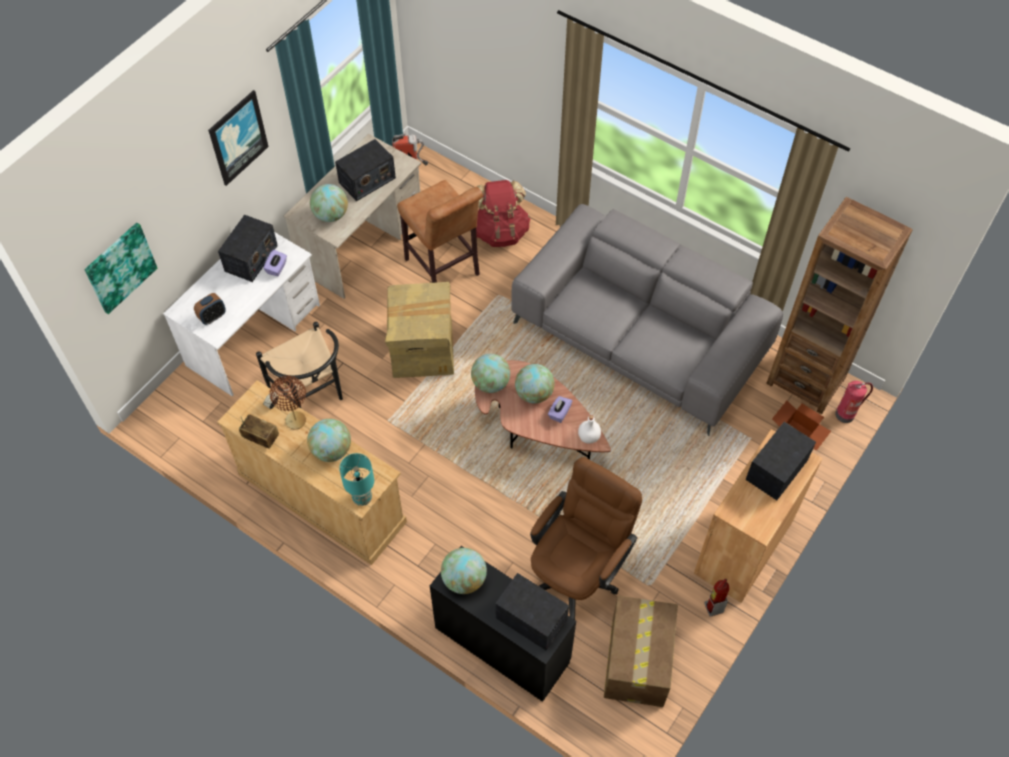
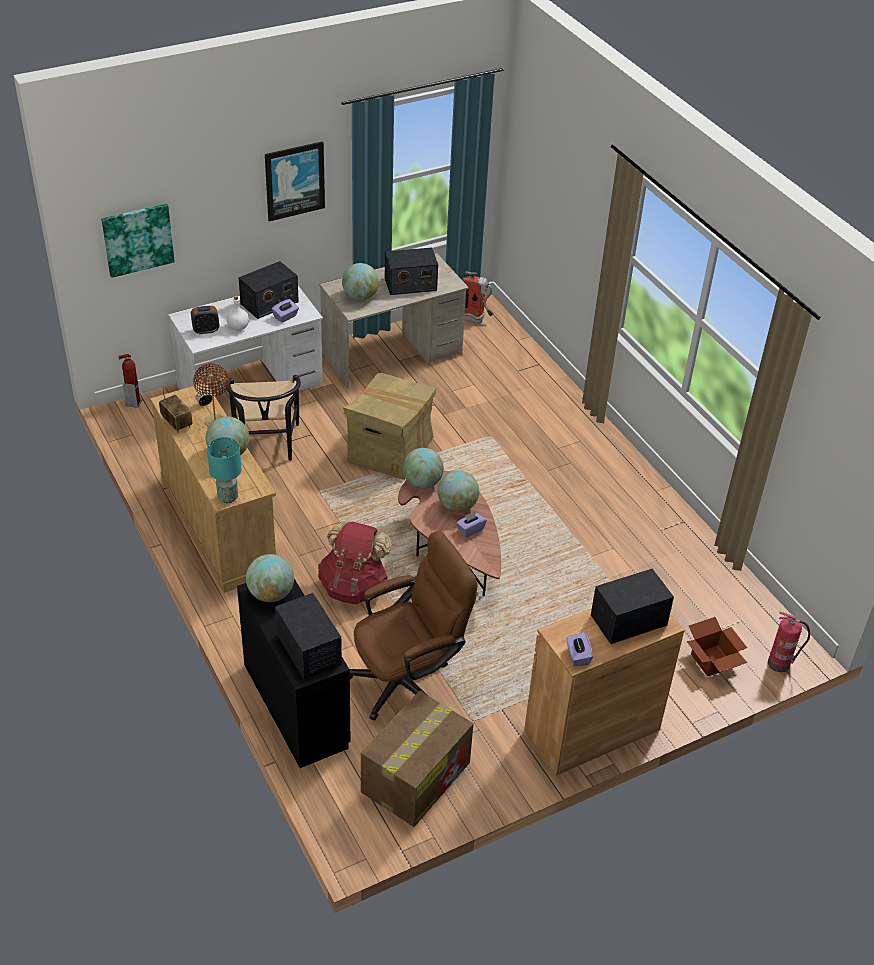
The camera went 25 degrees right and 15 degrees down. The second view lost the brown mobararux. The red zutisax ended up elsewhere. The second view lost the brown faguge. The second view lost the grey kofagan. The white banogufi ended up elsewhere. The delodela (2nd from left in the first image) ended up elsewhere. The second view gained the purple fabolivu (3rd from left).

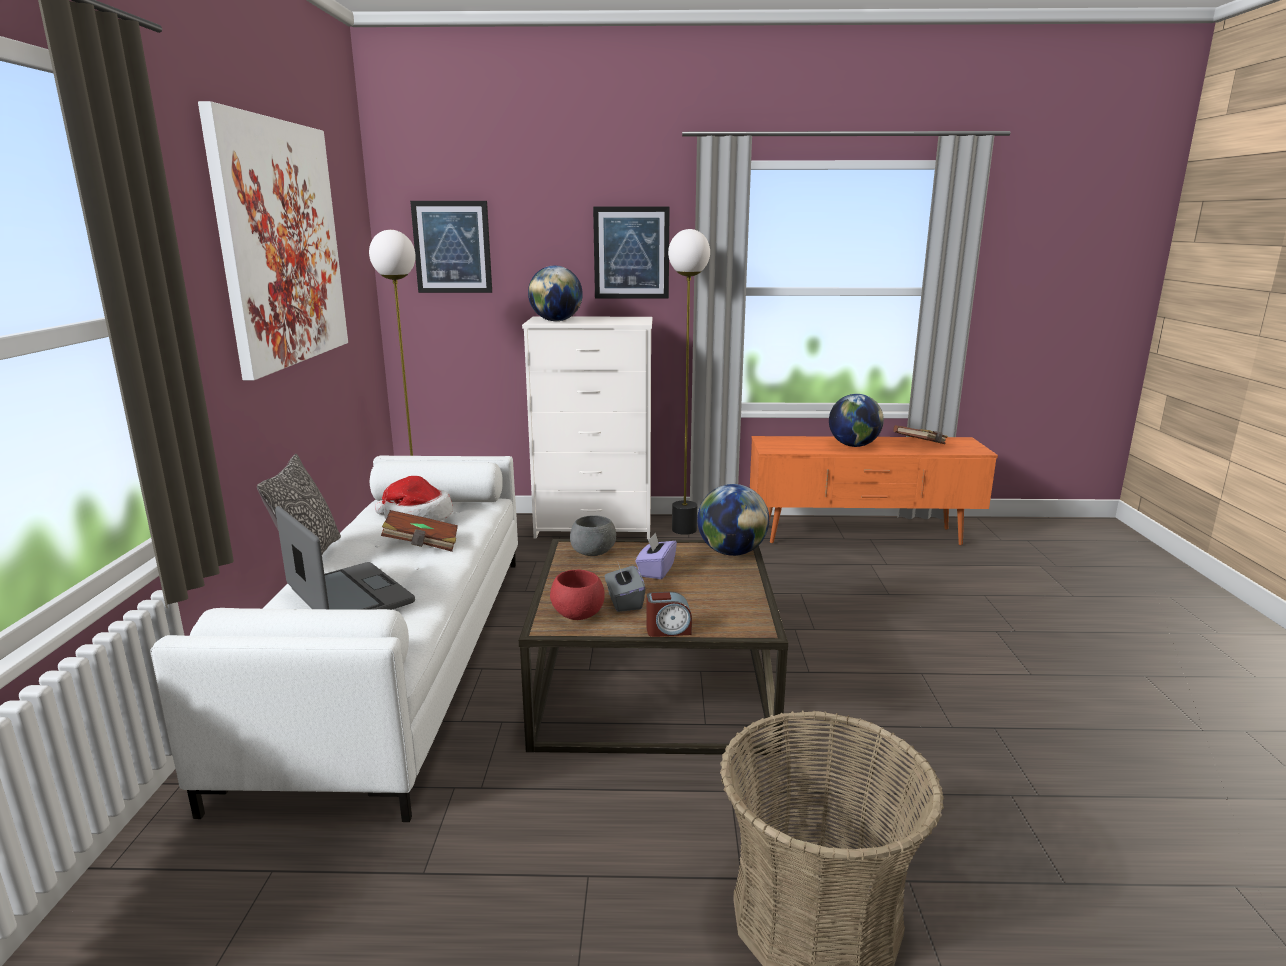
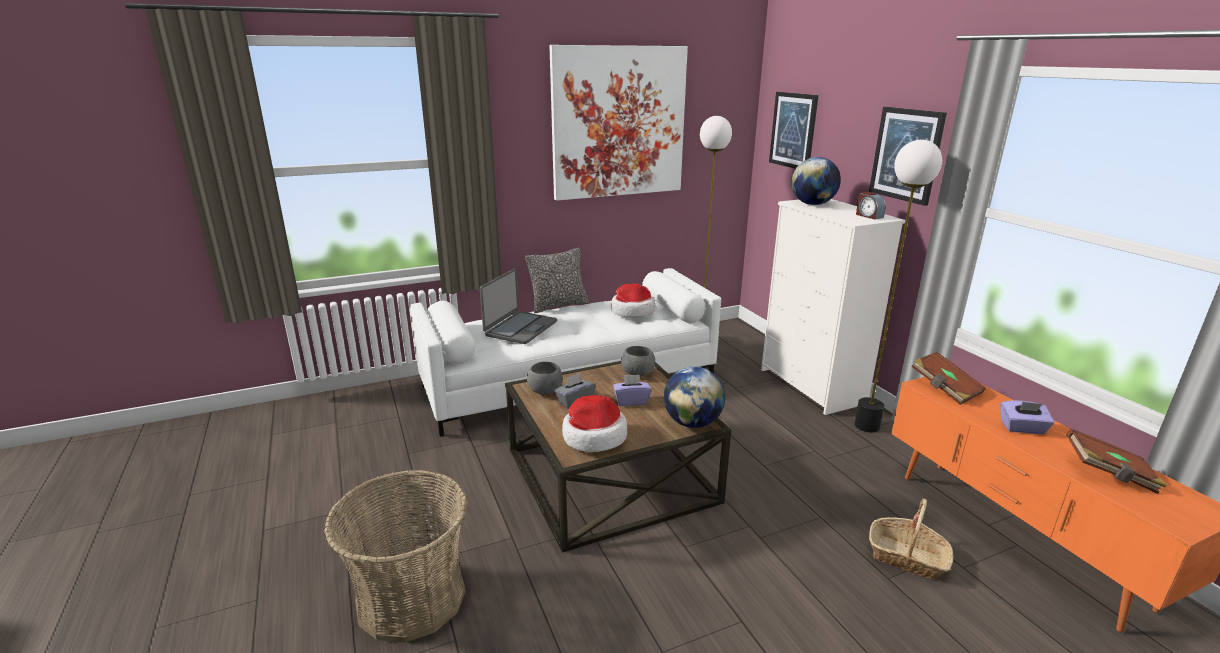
The camera went 65 degrees right and 5 degrees up. Where the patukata (3rd from left) stood, the purple fabolivu (2nd from left) came to stand. The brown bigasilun (1st from left) ended up elsewhere. What was the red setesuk turned into the grey setesuk (1st from left). The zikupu ended up elsewhere. The second view gained the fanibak (1st from left). The second view gained the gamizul (2nd from left).

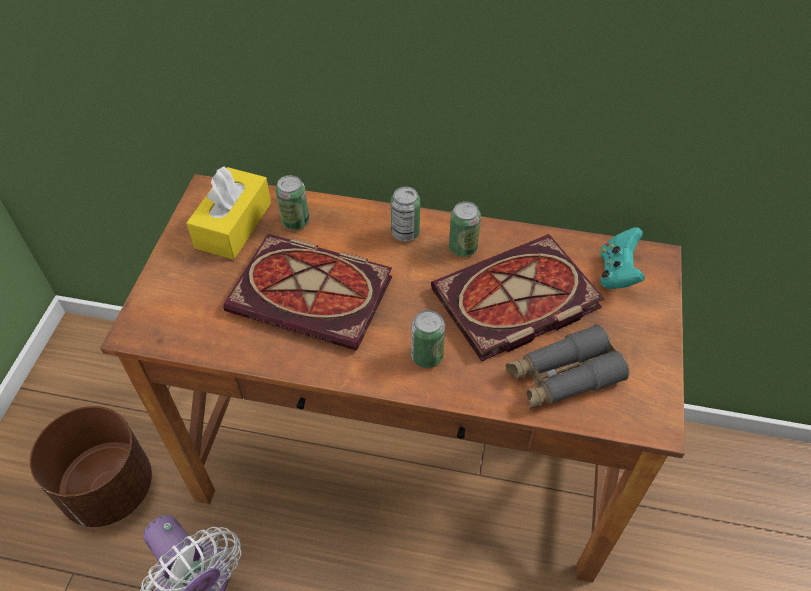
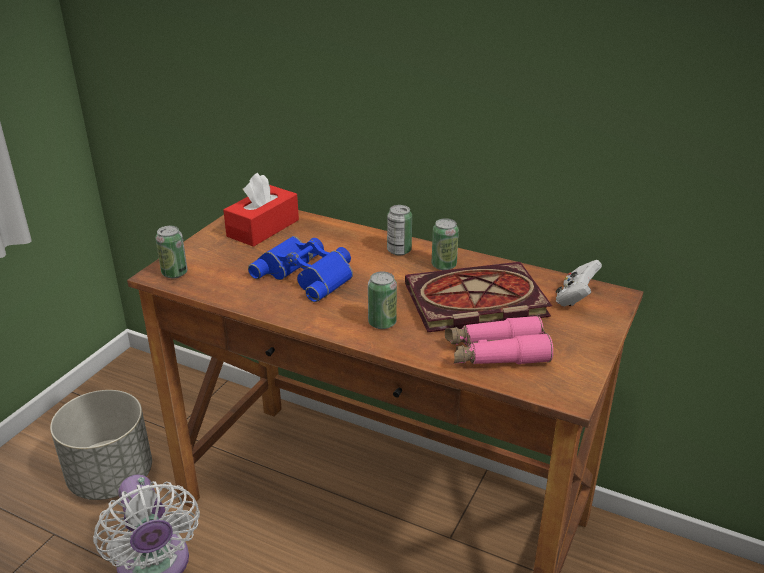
The camera went 15 degrees right and 20 degrees down. What was the yellow fabolivu turned into the red fabolivu. The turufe (1st from left) ended up elsewhere. What was the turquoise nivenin turned into the white nivenin. Where the bigasilun (1st from left) stood, the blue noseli came to stand. What was the grey noseli turned into the pink noseli. What was the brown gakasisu turned into the grey gakasisu.

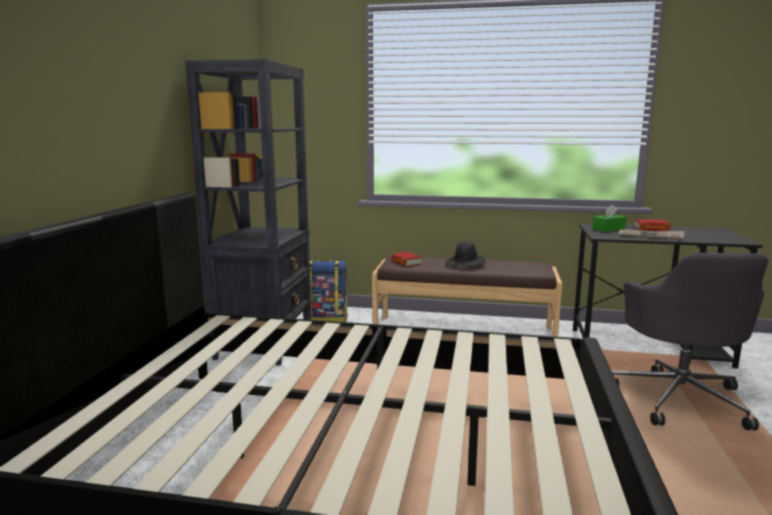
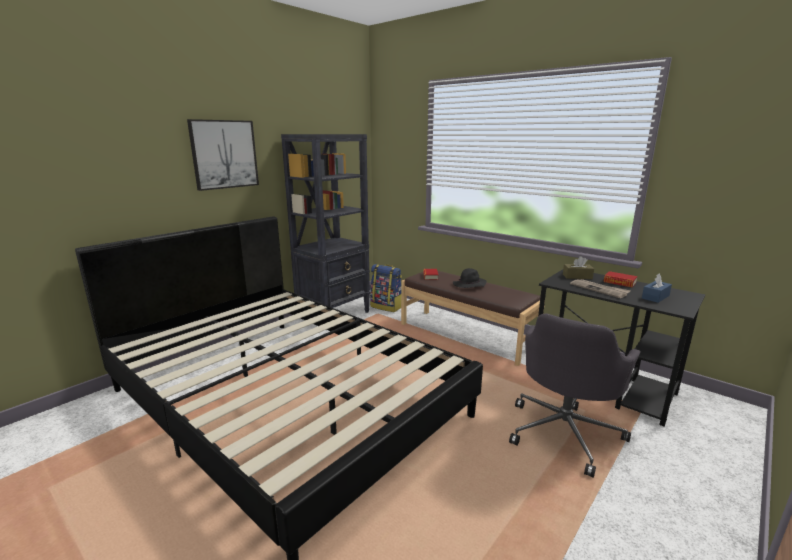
The camera went 30 degrees right and 5 degrees up. What was the green fabolivu turned into the brown fabolivu. The second view gained the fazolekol. The second view gained the blue fabolivu.

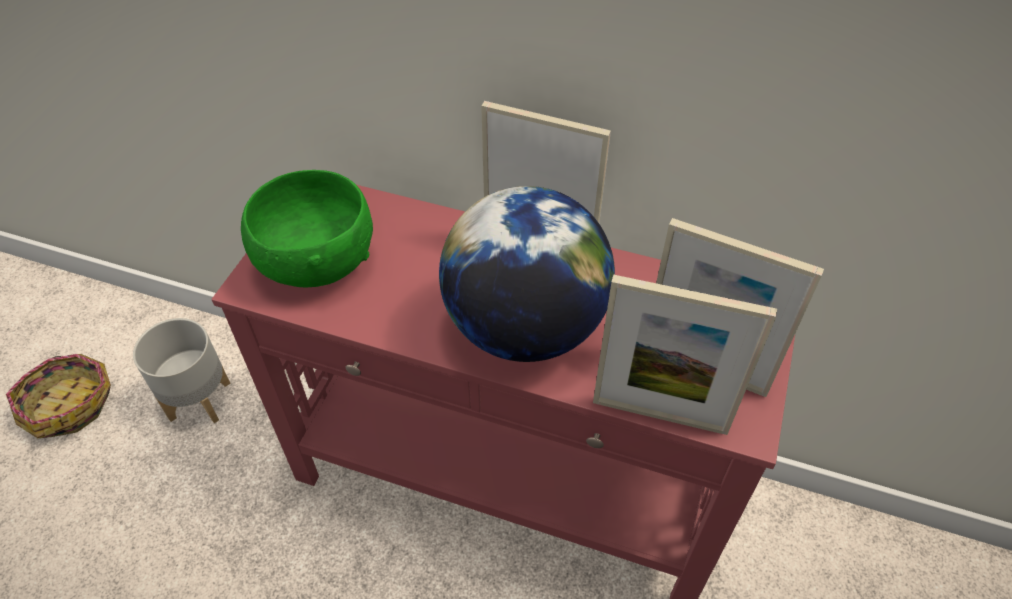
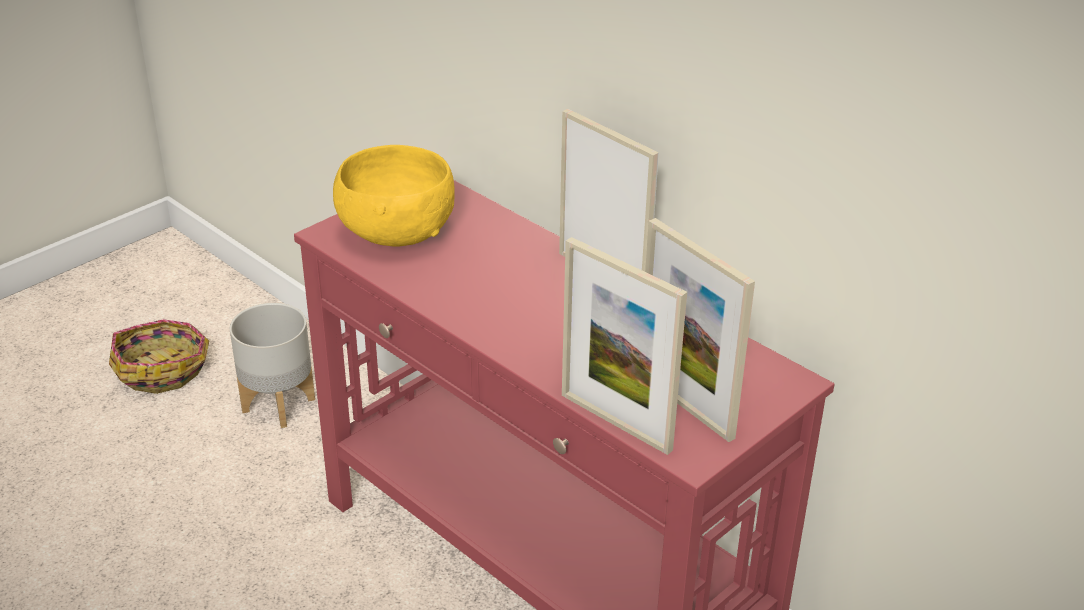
The camera went 25 degrees right and 15 degrees down. What was the green setesuk turned into the yellow setesuk. The second view lost the patukata.

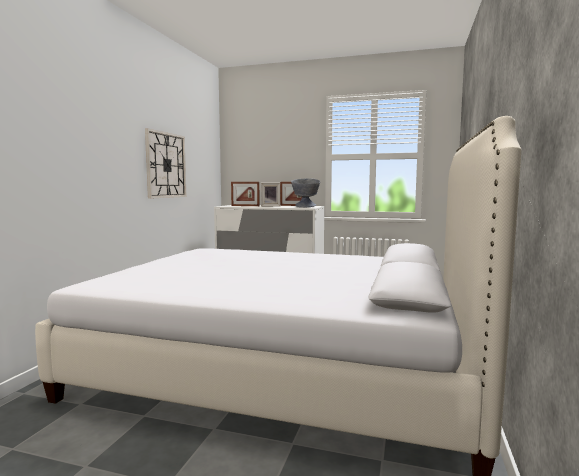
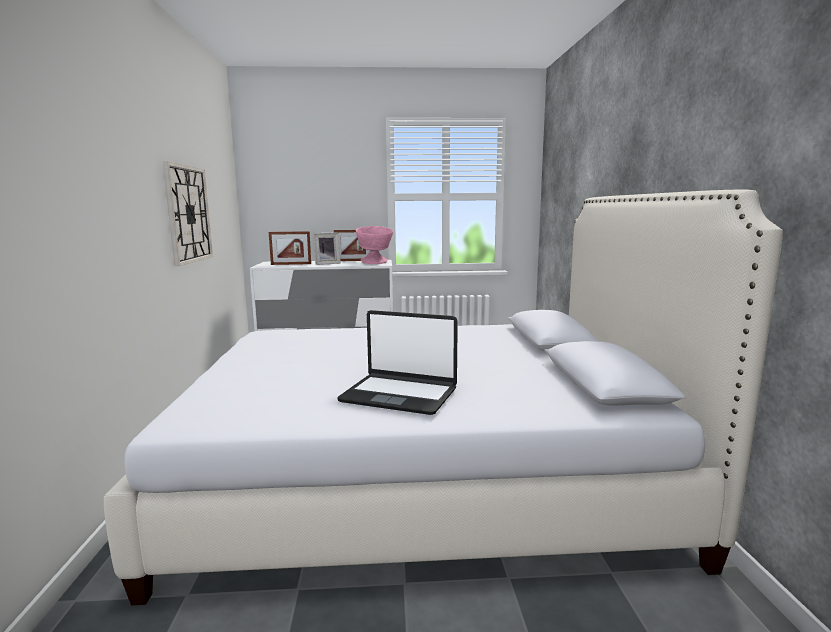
The camera went 20 degrees left and 5 degrees up. What was the grey setesuk turned into the pink setesuk. The second view gained the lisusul.

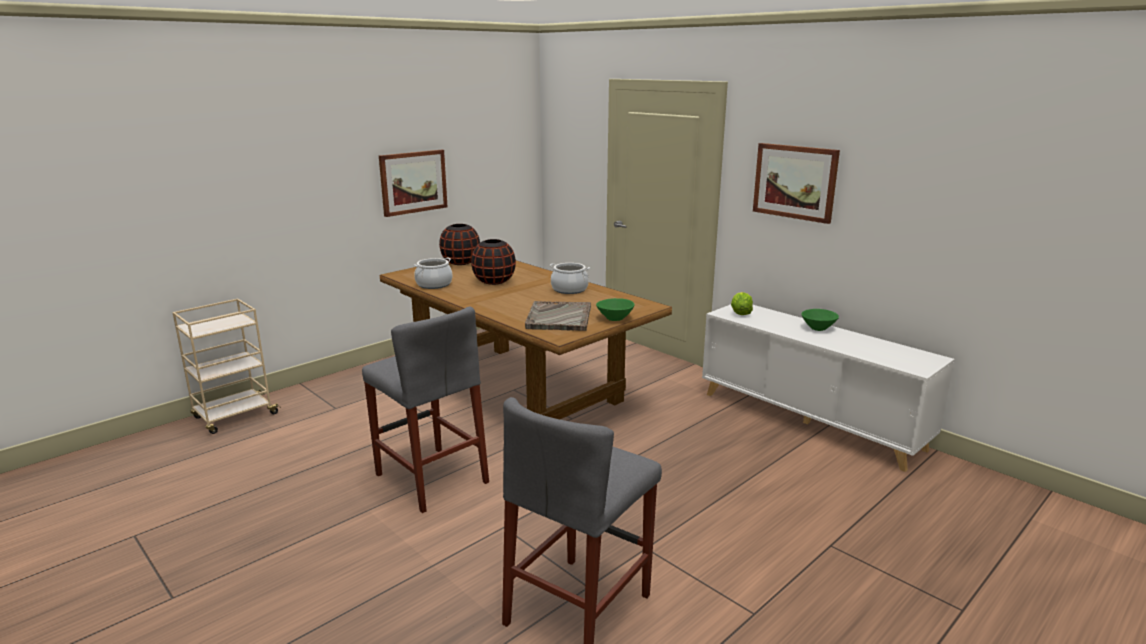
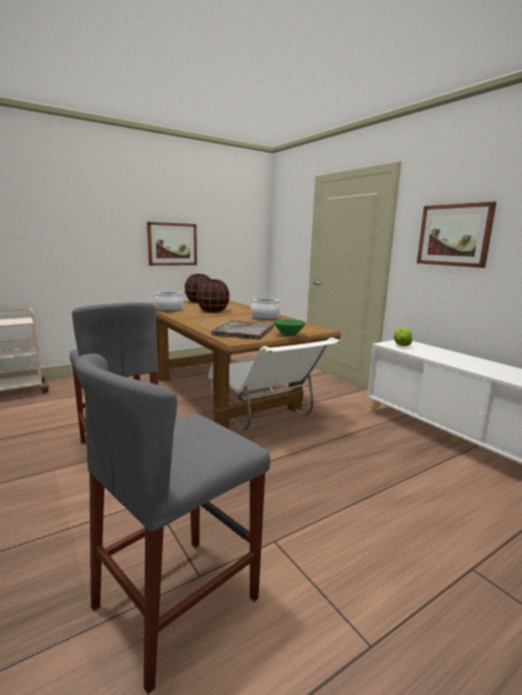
The camera went 10 degrees right and 5 degrees down. The second view lost the green setesuk (2nd from left). The second view gained the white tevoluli.

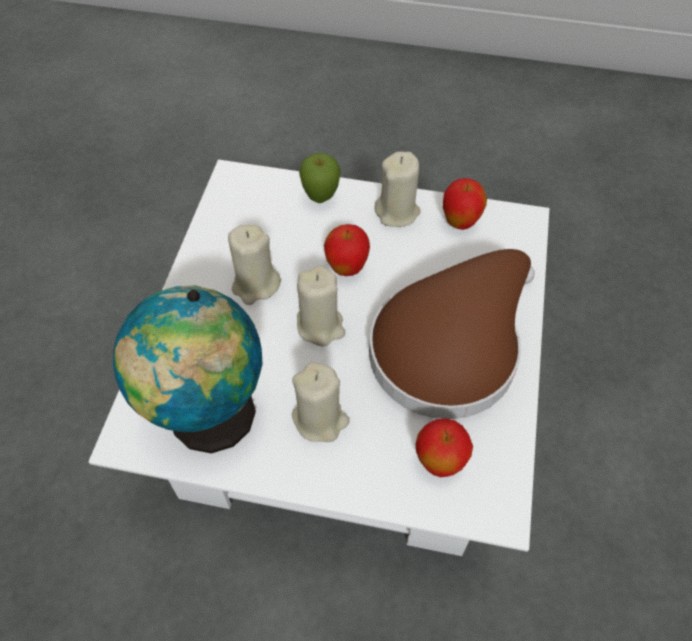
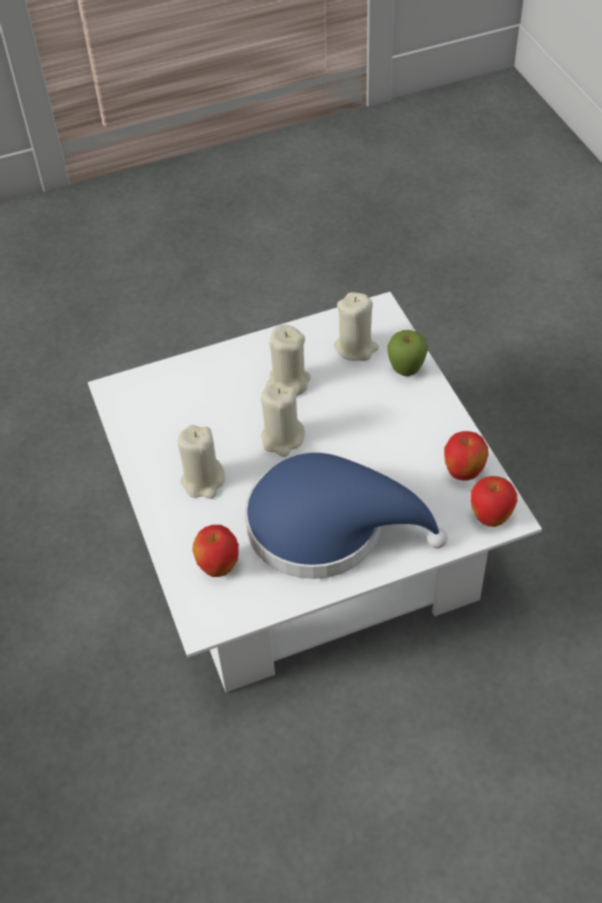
The camera went 60 degrees right and 5 degrees down. The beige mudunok (4th from left) ended up elsewhere. The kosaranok (2nd from left in the first image) ended up elsewhere. What was the brown fanibak turned into the blue fanibak. The second view lost the patukata.

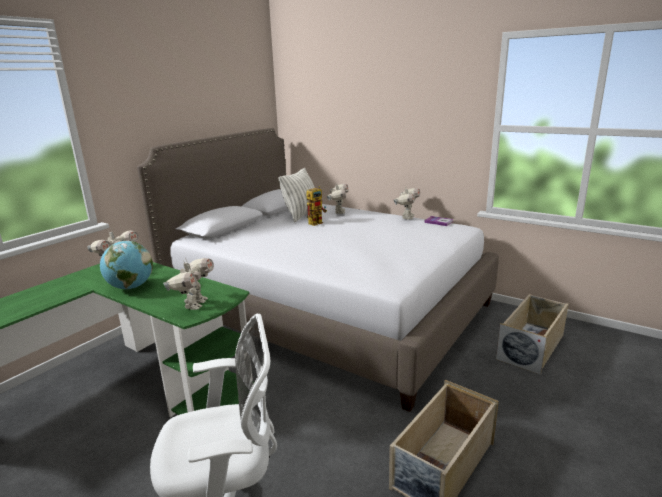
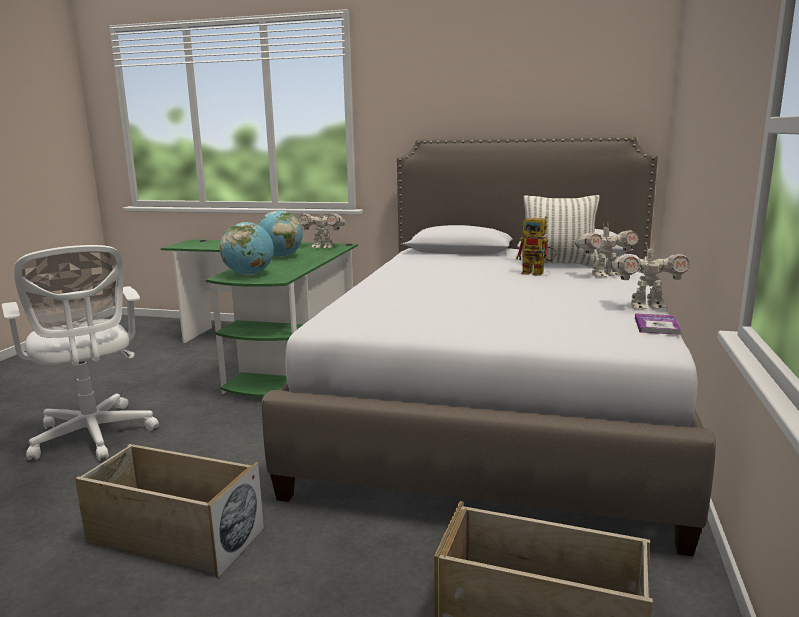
The camera went 70 degrees right and 5 degrees down. Where the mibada (2nd from left) stood, the patukata (1st from left) came to stand.

